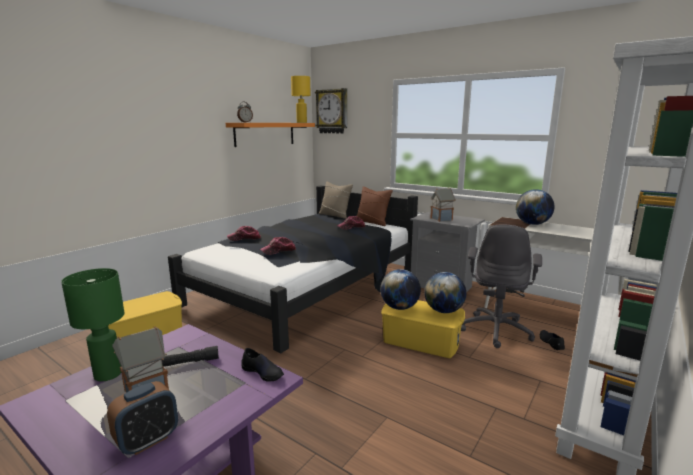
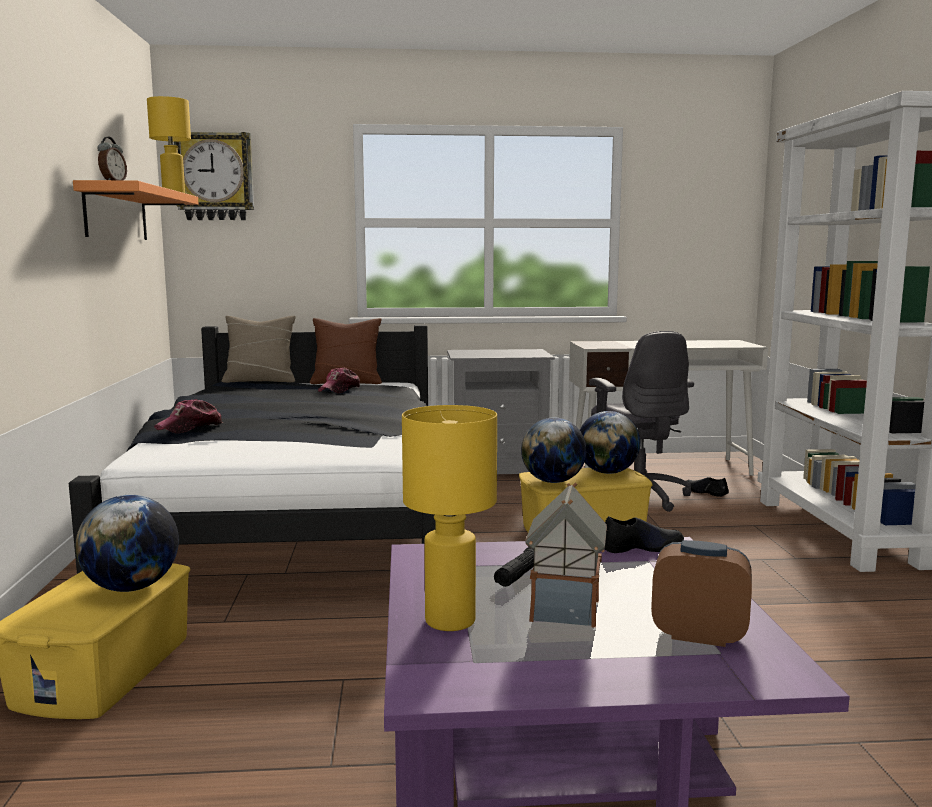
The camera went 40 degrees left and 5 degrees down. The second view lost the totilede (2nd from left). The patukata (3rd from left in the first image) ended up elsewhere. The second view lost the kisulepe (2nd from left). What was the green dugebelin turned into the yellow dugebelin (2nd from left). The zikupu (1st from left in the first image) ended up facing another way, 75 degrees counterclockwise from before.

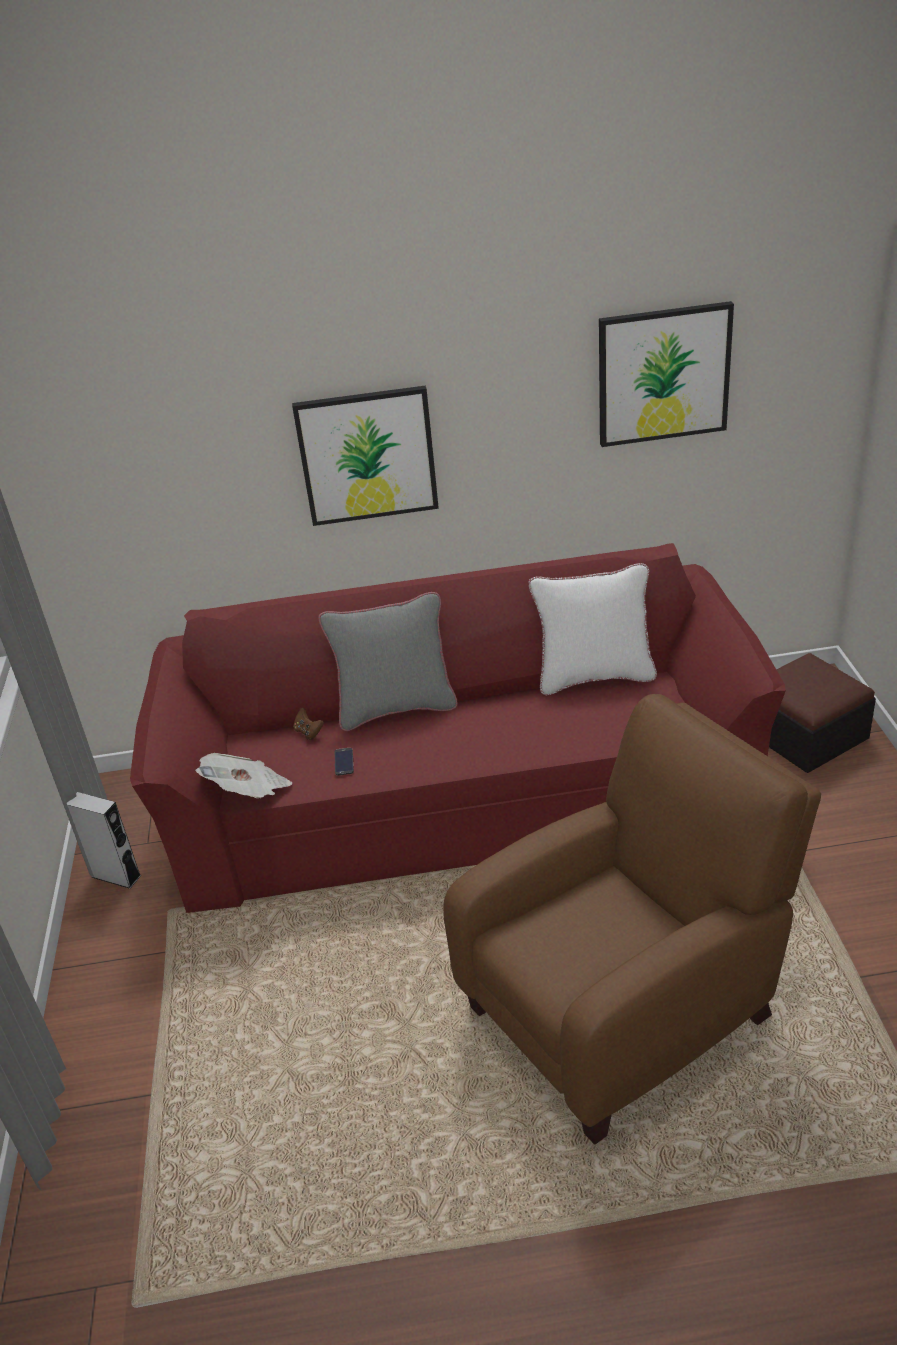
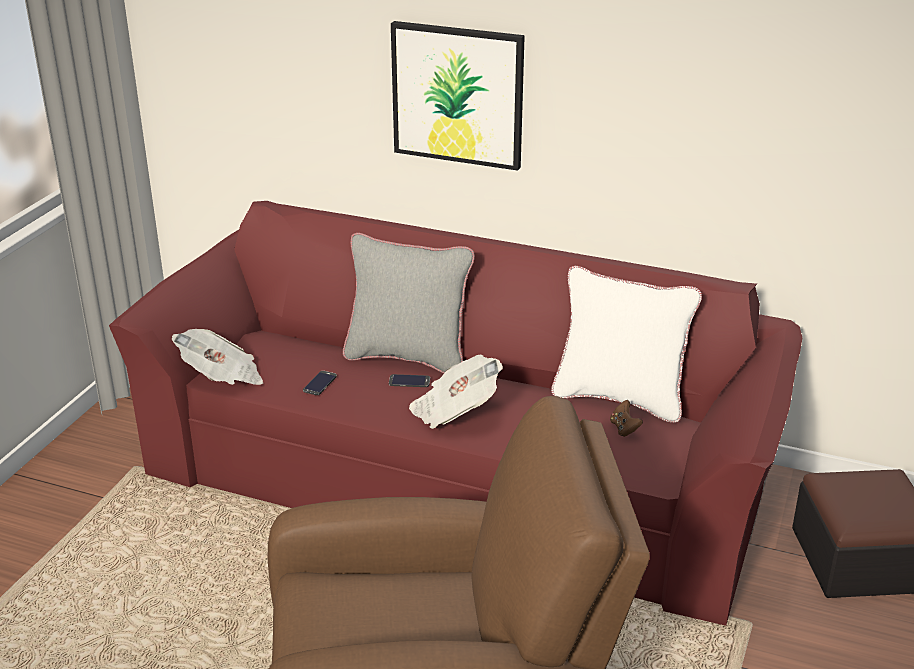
The camera went 25 degrees right and 5 degrees down. The second view lost the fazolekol (2nd from left). The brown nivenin ended up elsewhere. The second view lost the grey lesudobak. The second view gained the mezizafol (2nd from left). The second view gained the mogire (2nd from left).

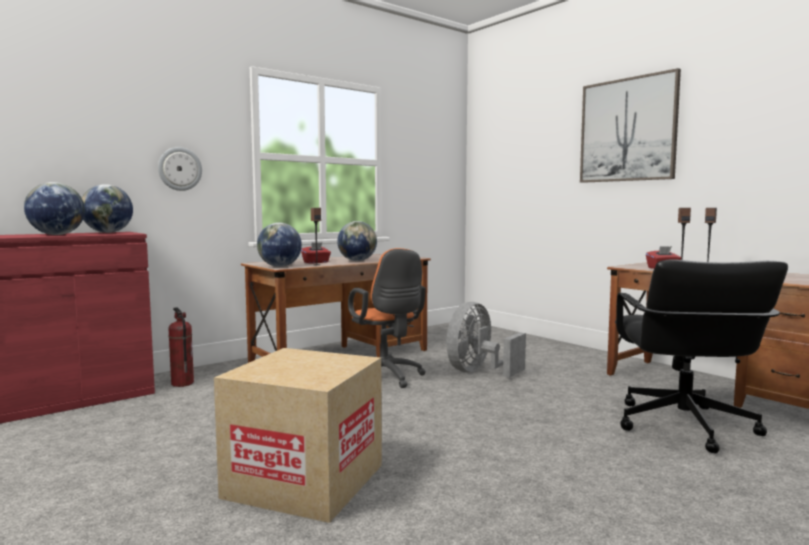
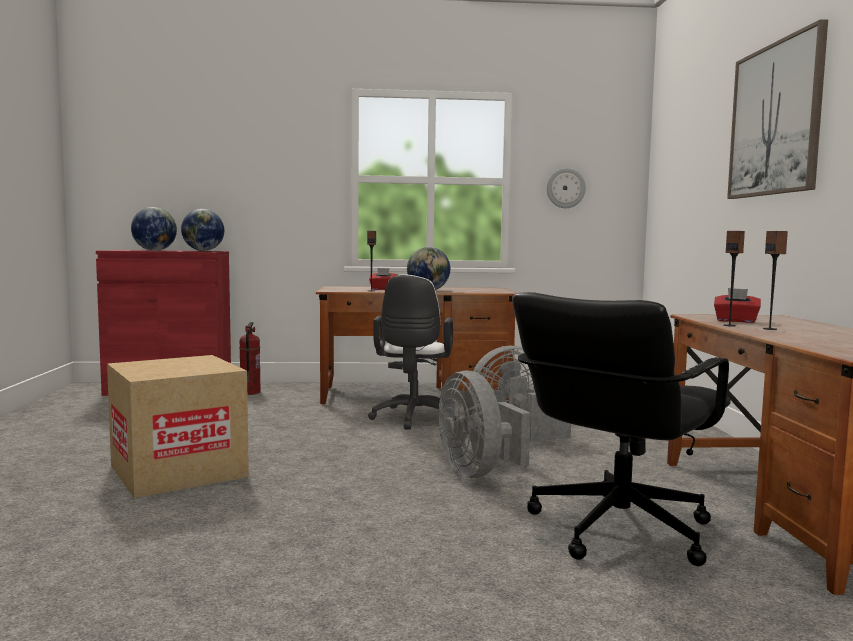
The camera went 35 degrees right and 0 degrees up. The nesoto ended up elsewhere. The second view lost the patukata (3rd from left). What was the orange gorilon turned into the white gorilon. The second view gained the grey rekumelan (1st from left).

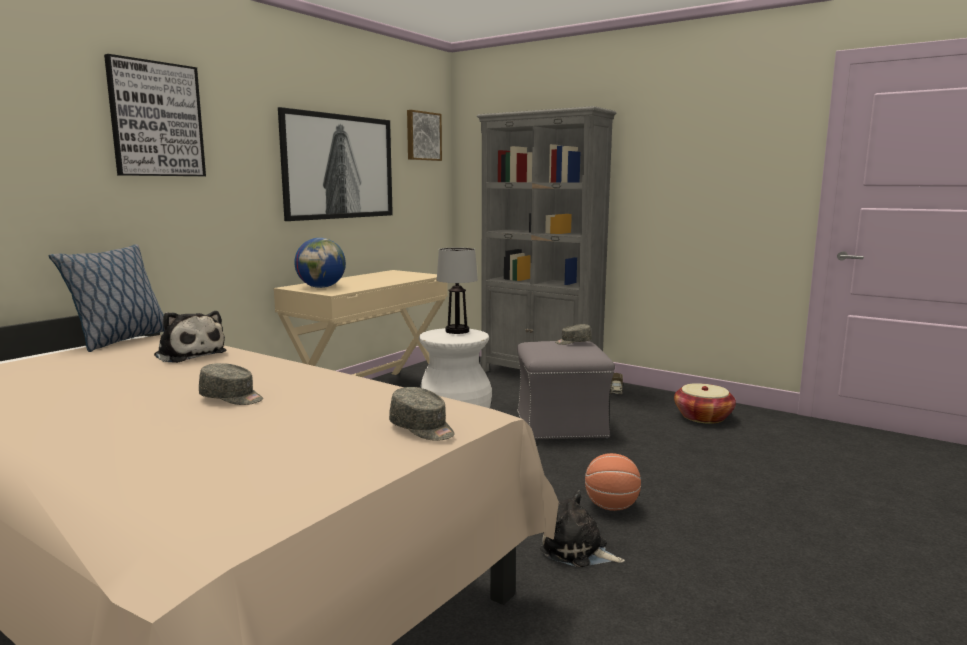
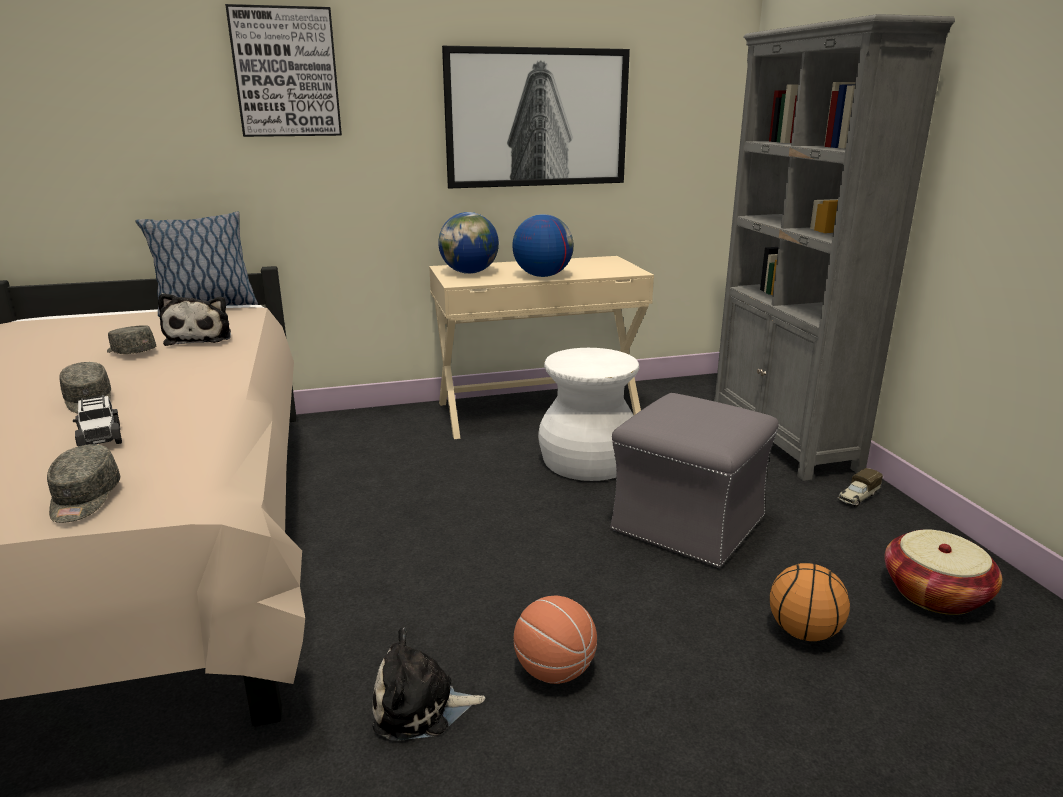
The camera went 40 degrees right and 10 degrees up. The second view lost the fazolekol (3rd from left). The second view lost the dugebelin. The grey kisulepe (3rd from left) ended up elsewhere. The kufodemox (2nd from left) ended up facing another way, 75 degrees counterclockwise from before. The second view gained the patukata (2nd from left). The second view gained the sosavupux. The second view gained the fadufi (2nd from left).

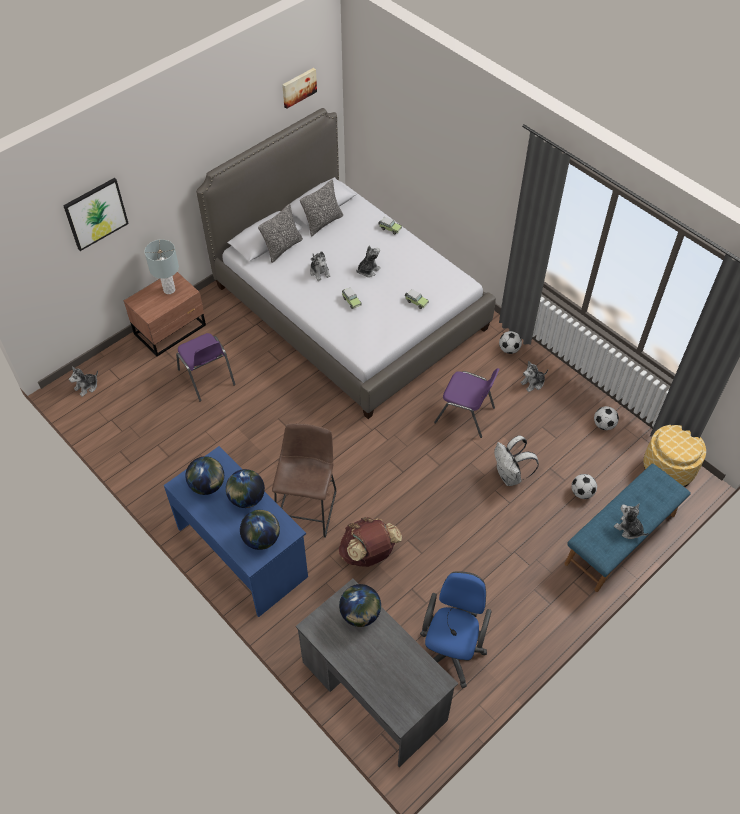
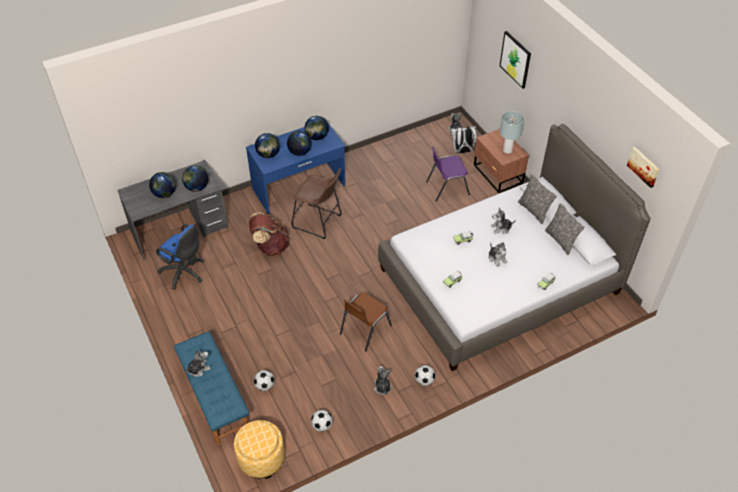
The camera went 105 degrees right and 5 degrees down. What was the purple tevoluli (2nd from left) turned into the brown tevoluli. The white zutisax ended up elsewhere. The second view gained the patukata (1st from left).

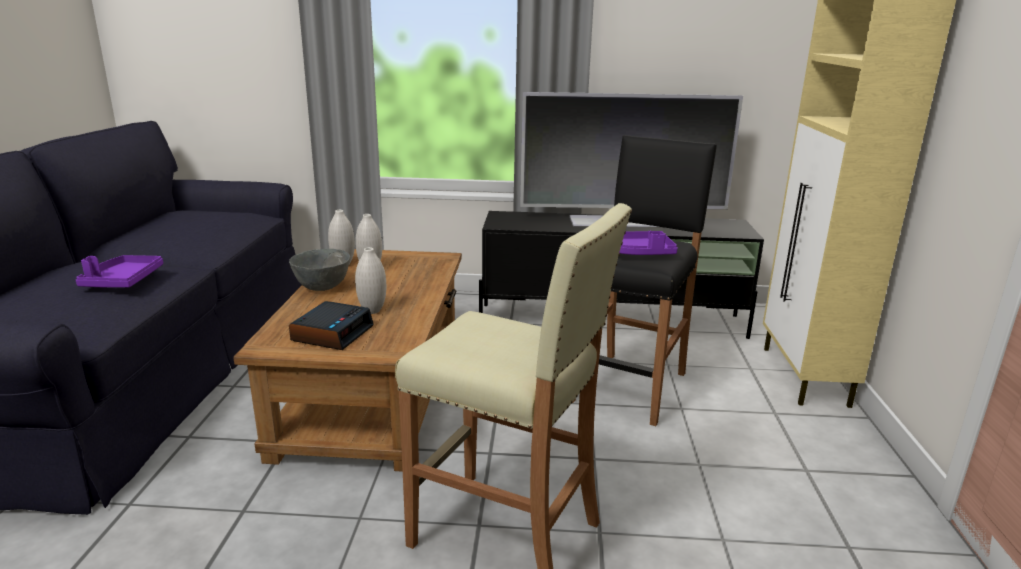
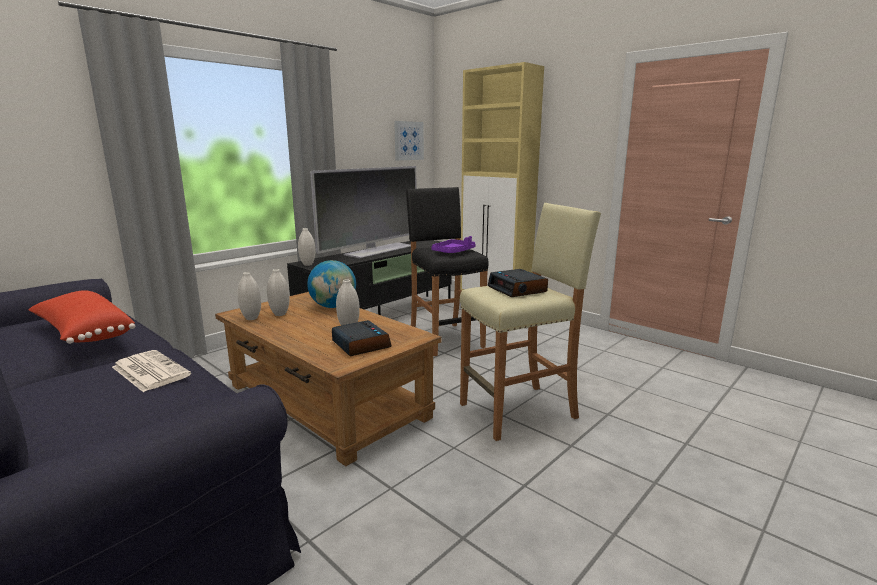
The camera went 50 degrees left and 5 degrees down. The second view lost the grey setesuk. Where the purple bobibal (1st from left) stood, the mezizafol came to stand. The second view gained the fazolekol. The second view gained the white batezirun (3rd from left). The second view gained the patukata. The second view gained the zikupu (2nd from left). The second view gained the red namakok.

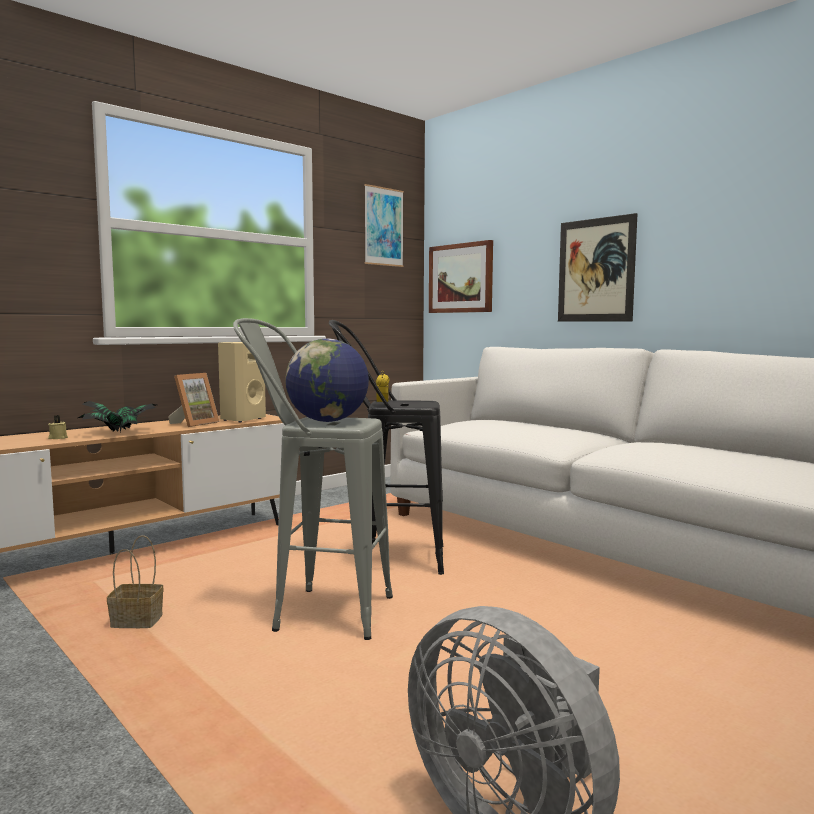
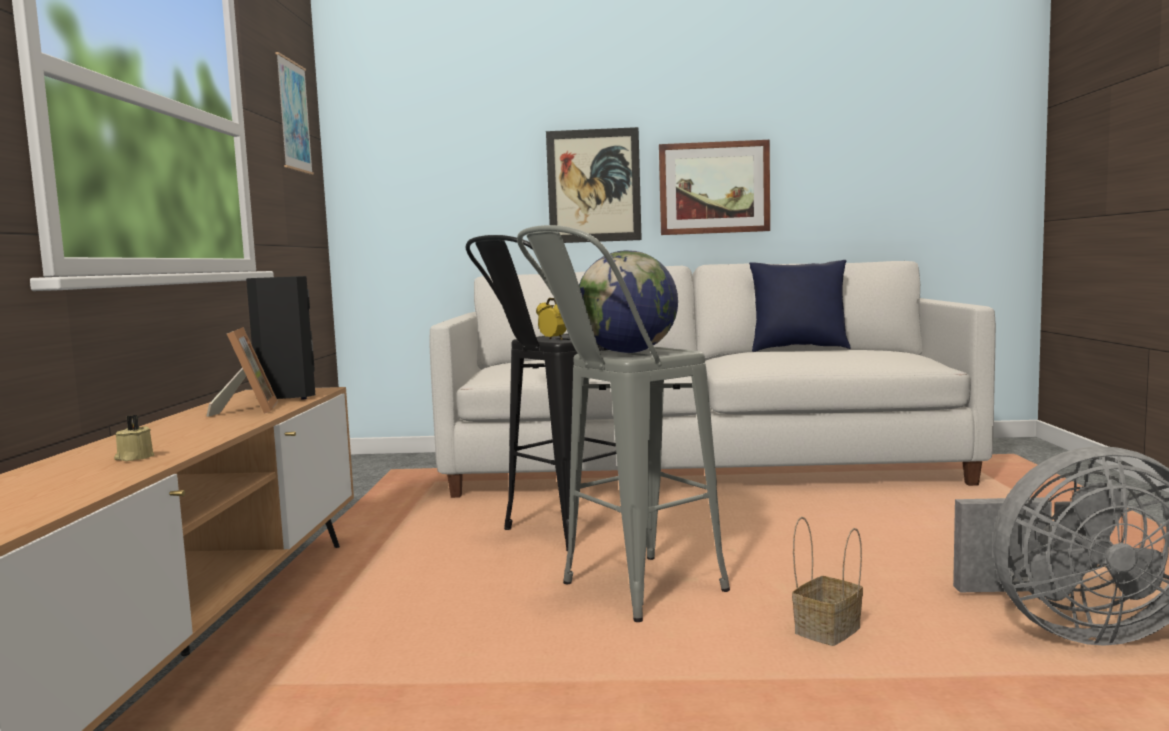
The camera went 45 degrees left and 0 degrees up. The fazolekol (2nd from left in the first image) ended up elsewhere. What was the beige lesudobak turned into the black lesudobak. The second view lost the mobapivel. The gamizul ended up elsewhere. The second view gained the blue namakok.

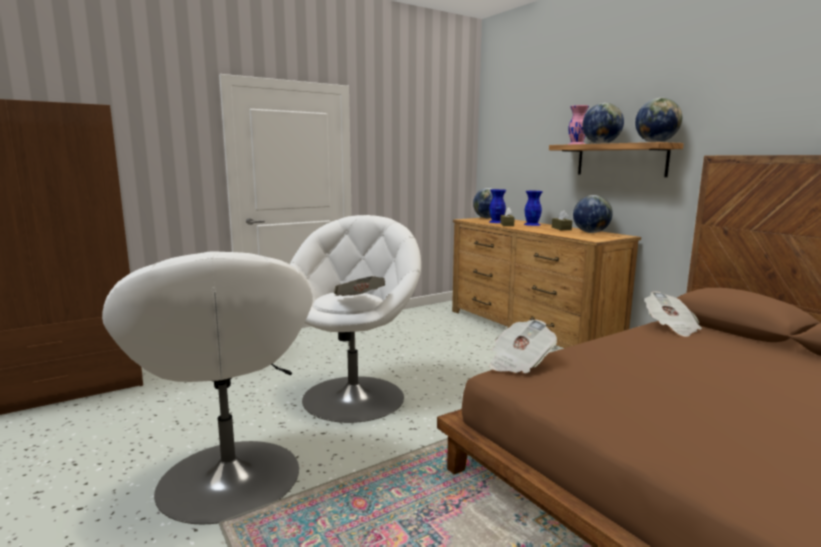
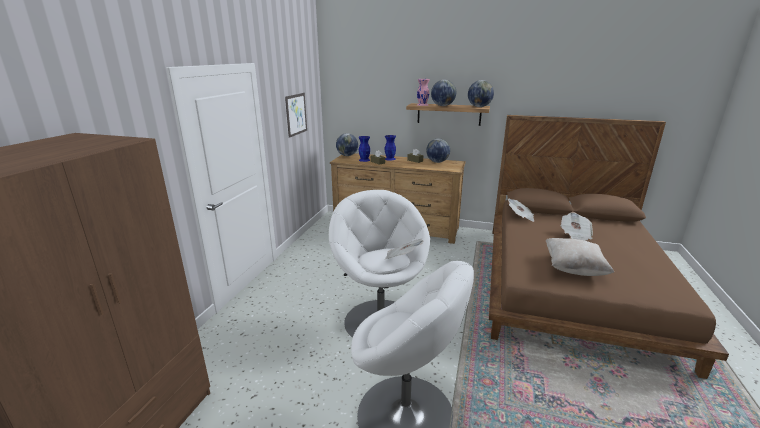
The camera went 40 degrees left and 10 degrees up. The mezizafol (2nd from left in the first image) ended up elsewhere. The second view gained the fazolekol. The second view gained the beige namakok.

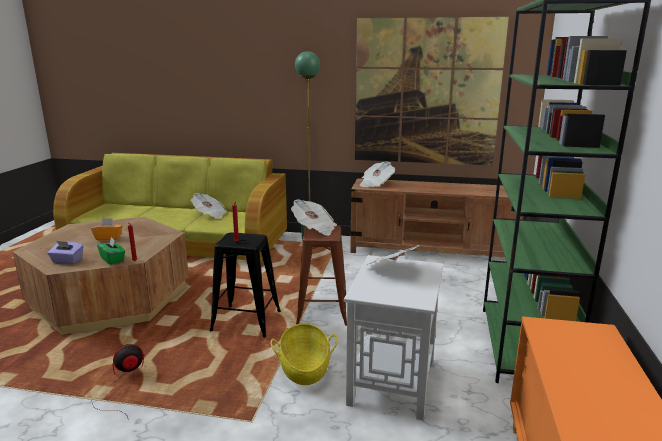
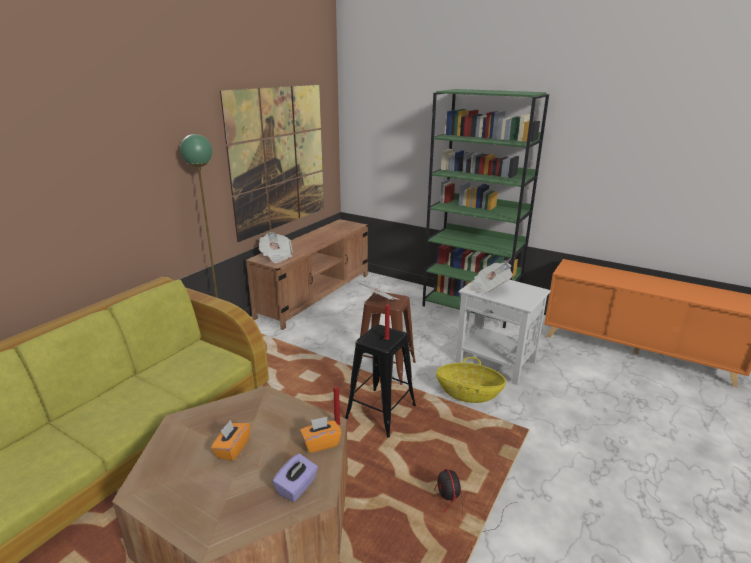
The camera went 70 degrees left and 5 degrees up. The second view lost the mezizafol (1st from left). What was the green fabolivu turned into the orange fabolivu (2nd from left).

